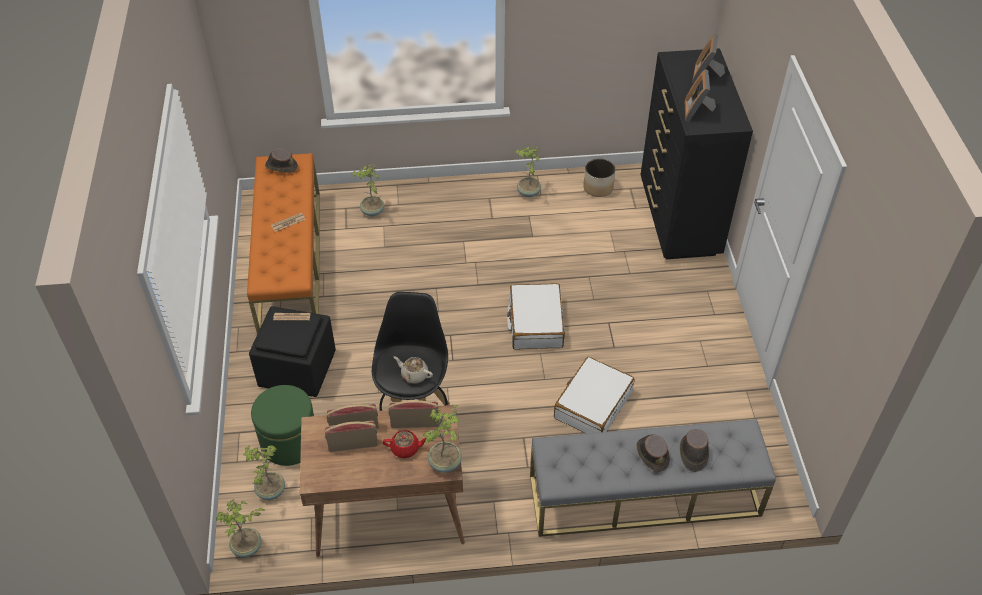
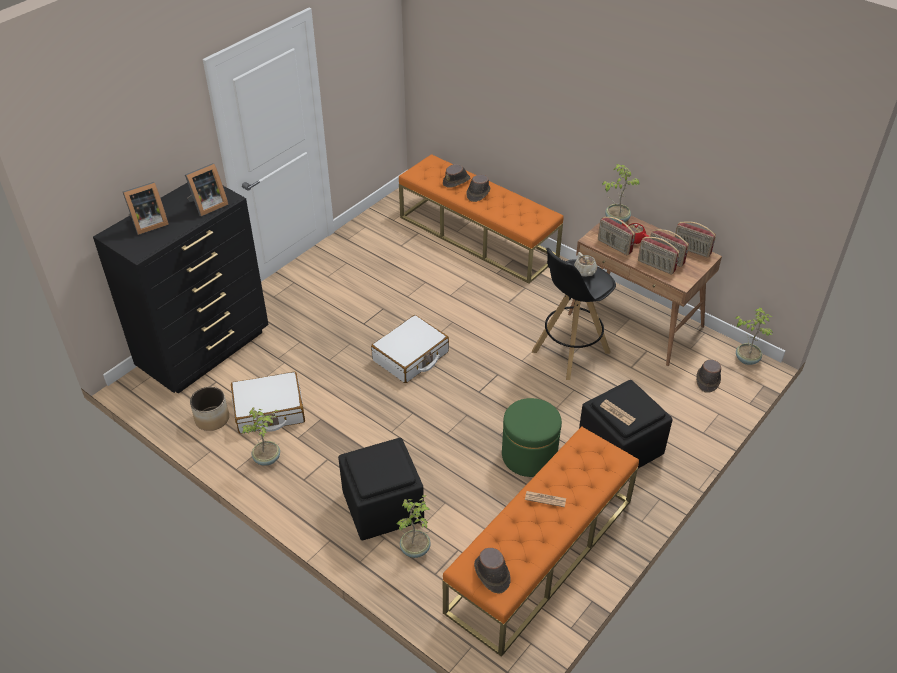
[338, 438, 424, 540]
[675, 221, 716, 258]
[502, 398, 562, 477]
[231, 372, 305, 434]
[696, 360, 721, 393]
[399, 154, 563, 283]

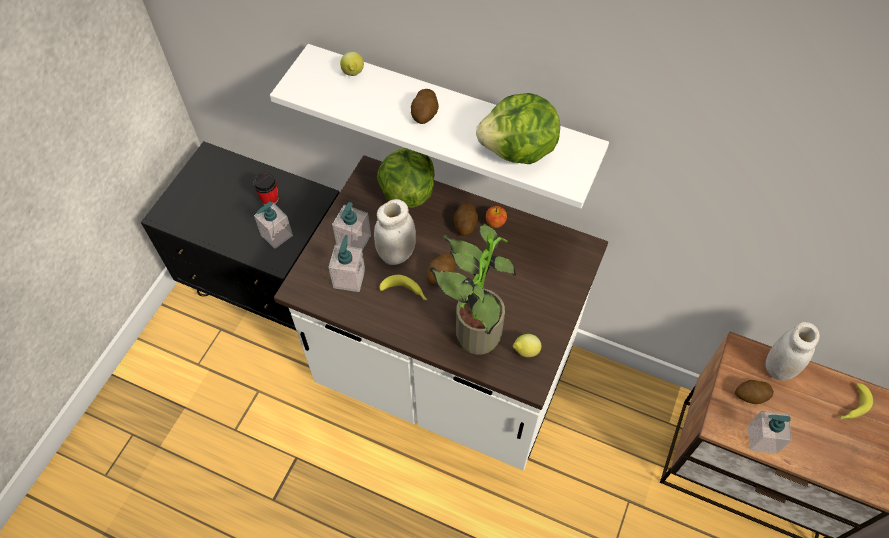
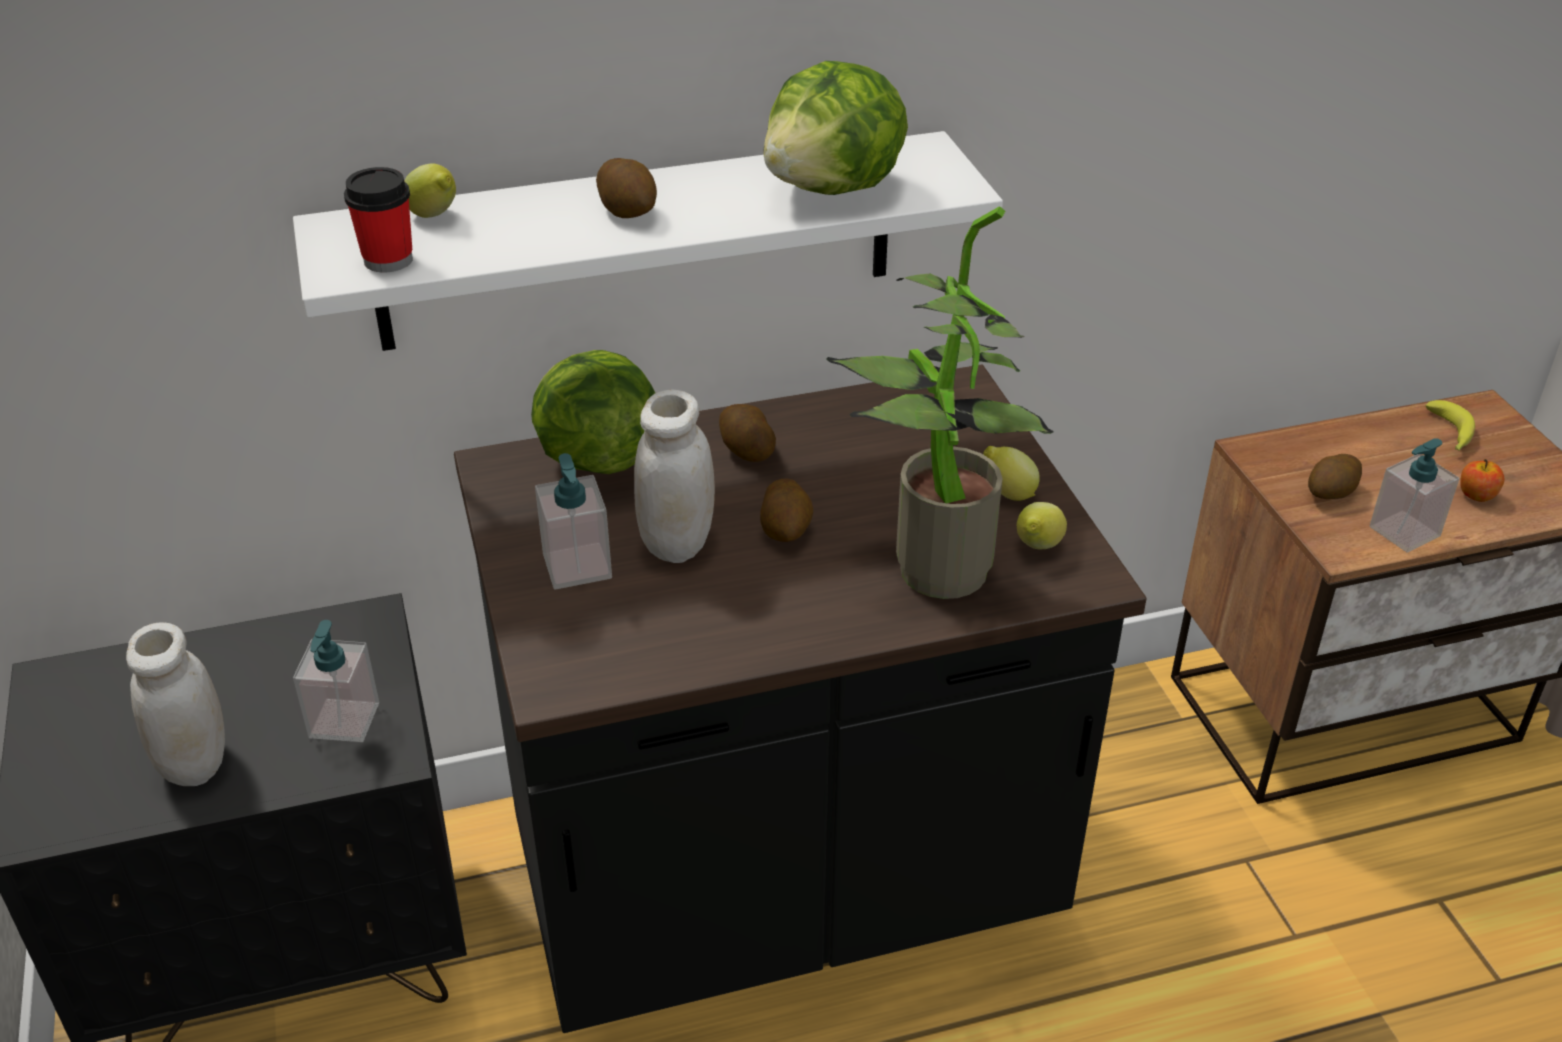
[328, 235, 365, 292] (first image)
[379, 275, 427, 300] (first image)
[983, 446, 1040, 501]
[344, 167, 413, 272]
[1460, 459, 1505, 502]
[126, 622, 225, 786]
[454, 365, 1146, 1033]

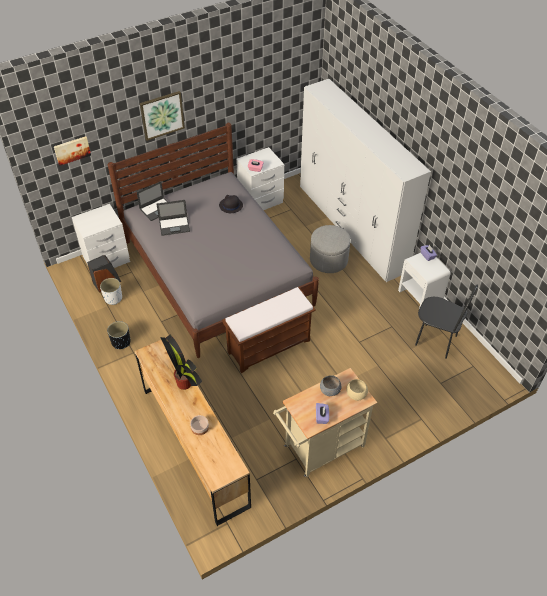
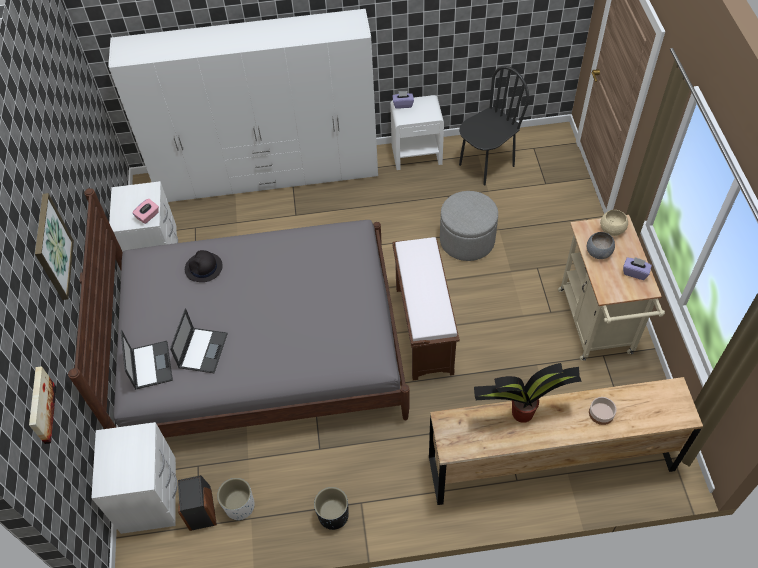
[440, 191, 498, 261]

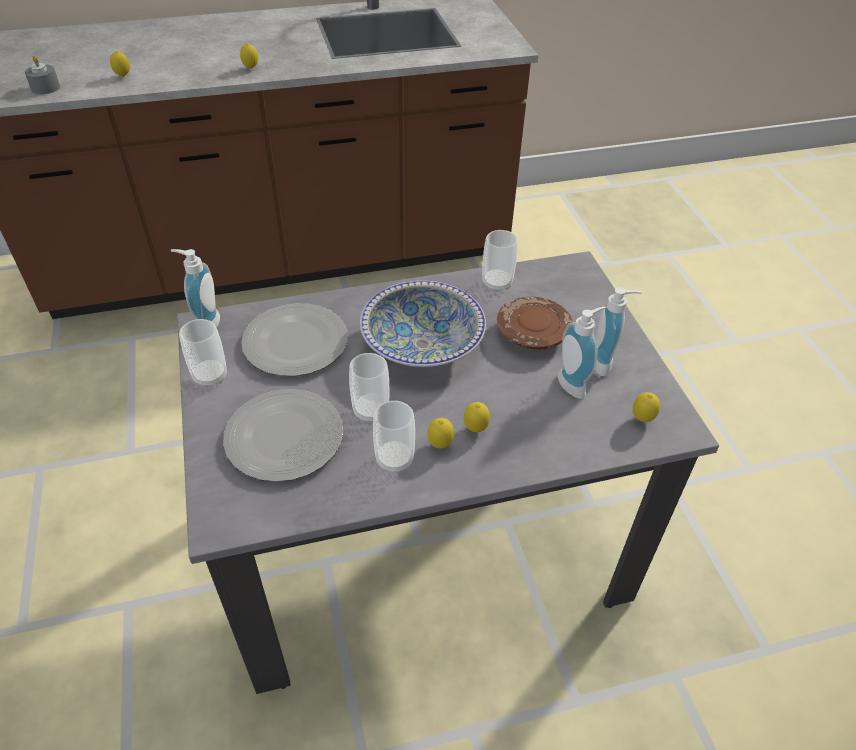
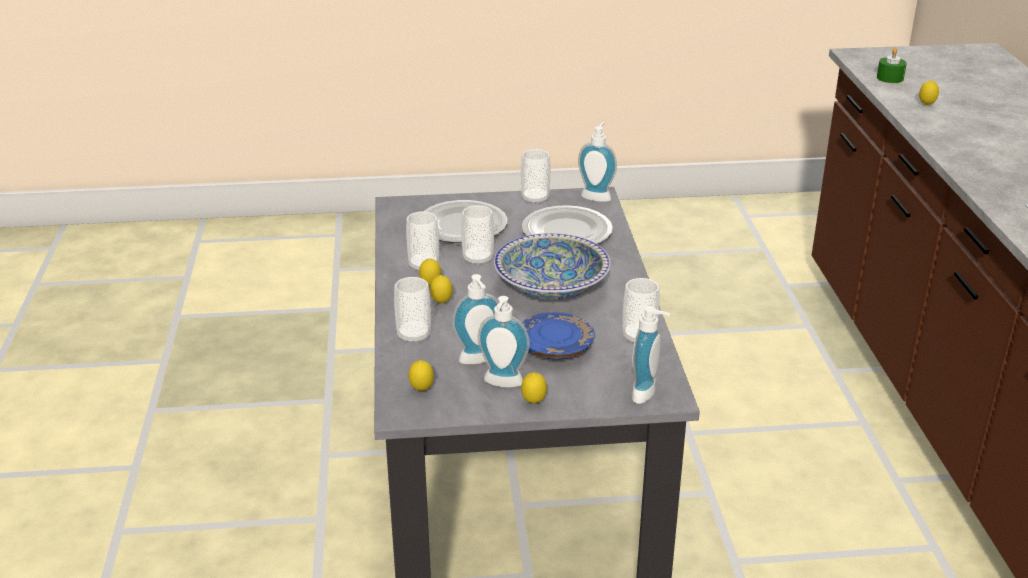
[394, 277, 431, 344]
[632, 306, 670, 404]
[521, 372, 547, 404]
[877, 48, 907, 83]
[522, 312, 595, 360]

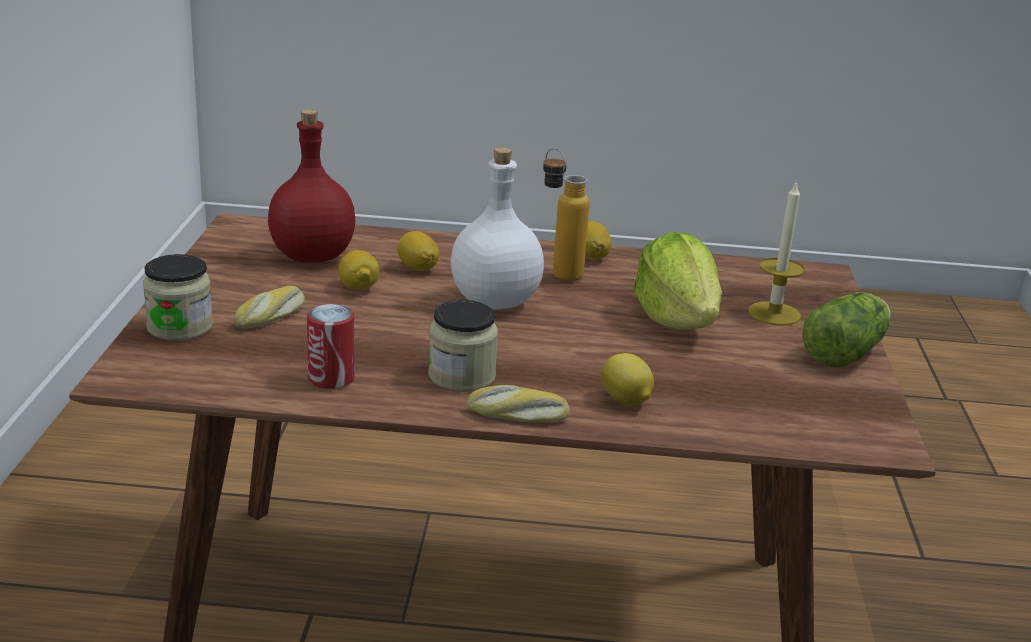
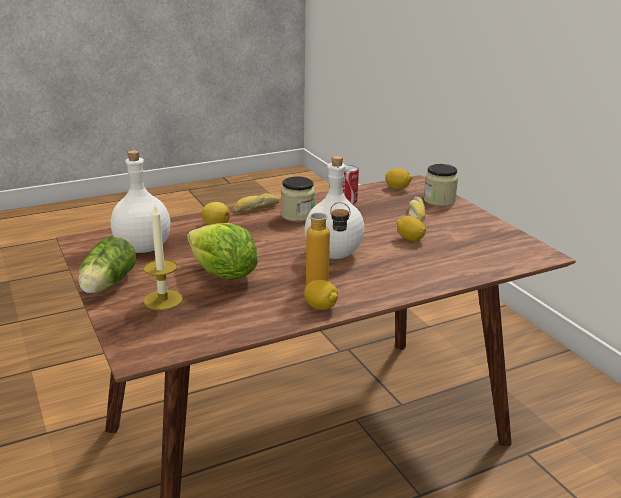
[268, 109, 355, 263] (first image)
[111, 150, 170, 253]
[385, 168, 413, 189]

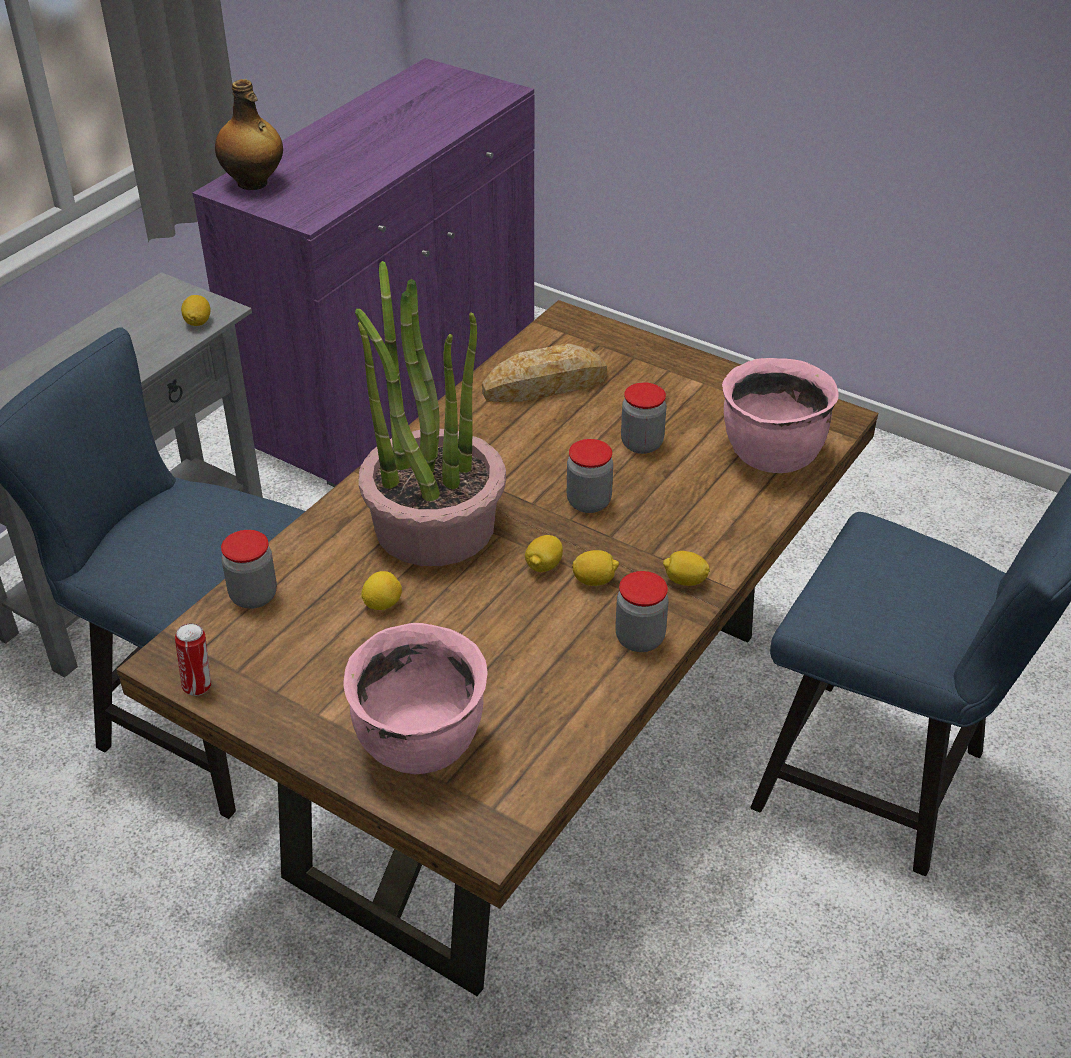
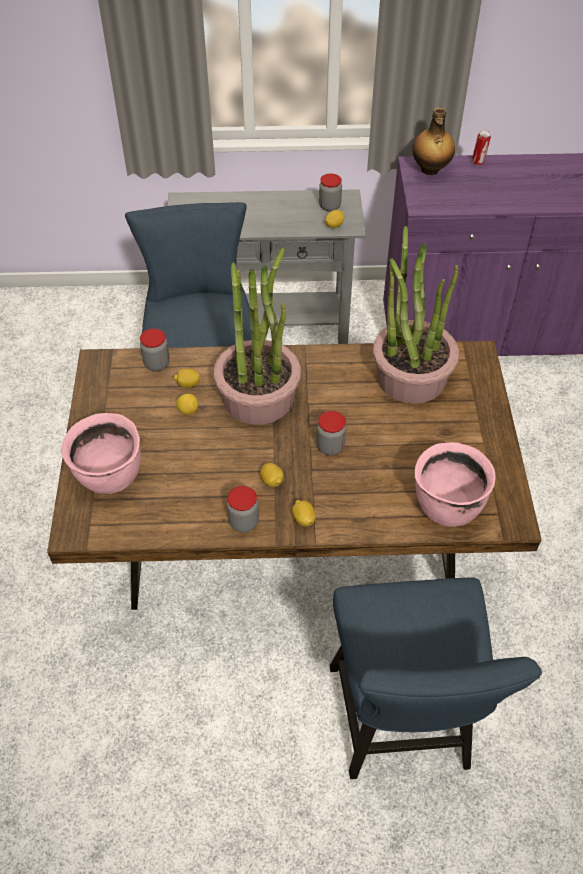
[472, 130, 491, 166]
[174, 368, 201, 388]
[319, 173, 342, 211]
[373, 226, 459, 404]

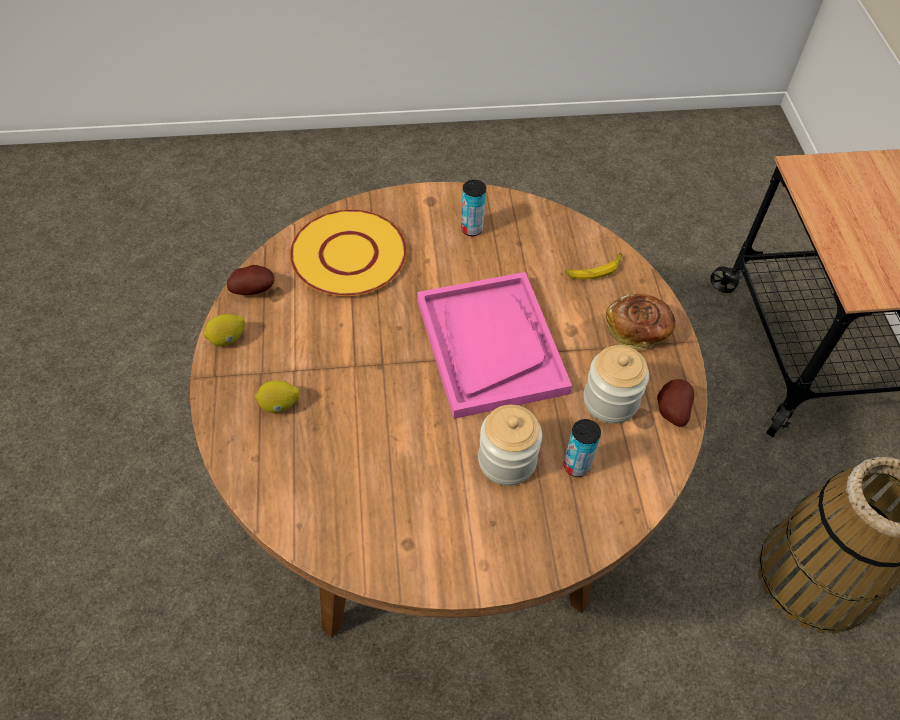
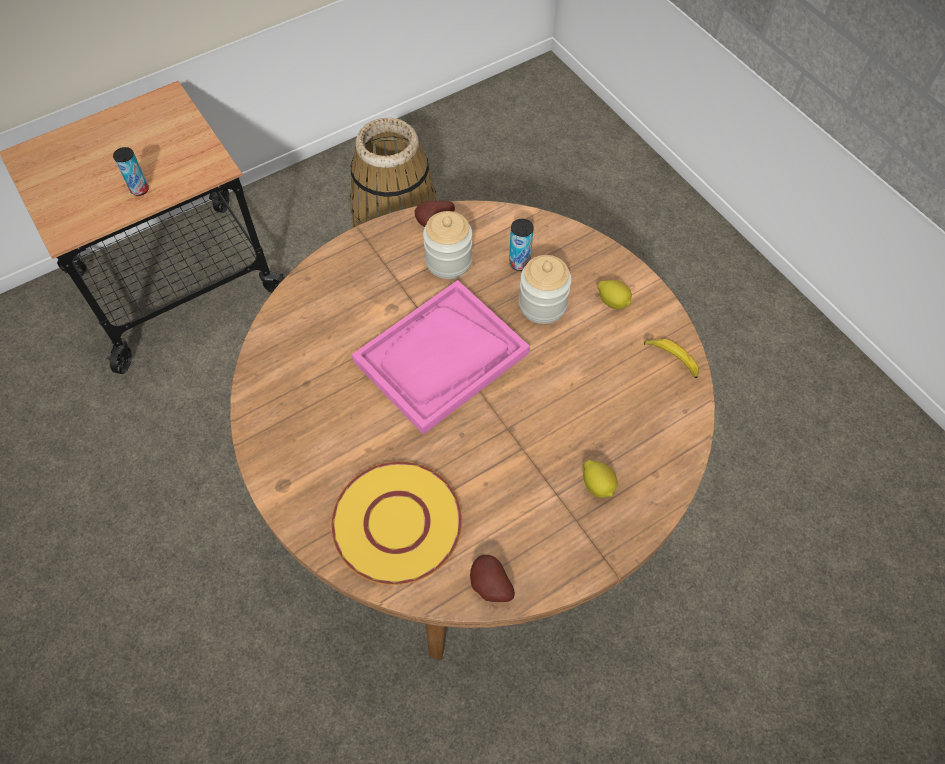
[606, 294, 676, 350] (first image)
[598, 280, 632, 309]
[113, 147, 149, 196]
[644, 339, 699, 378]

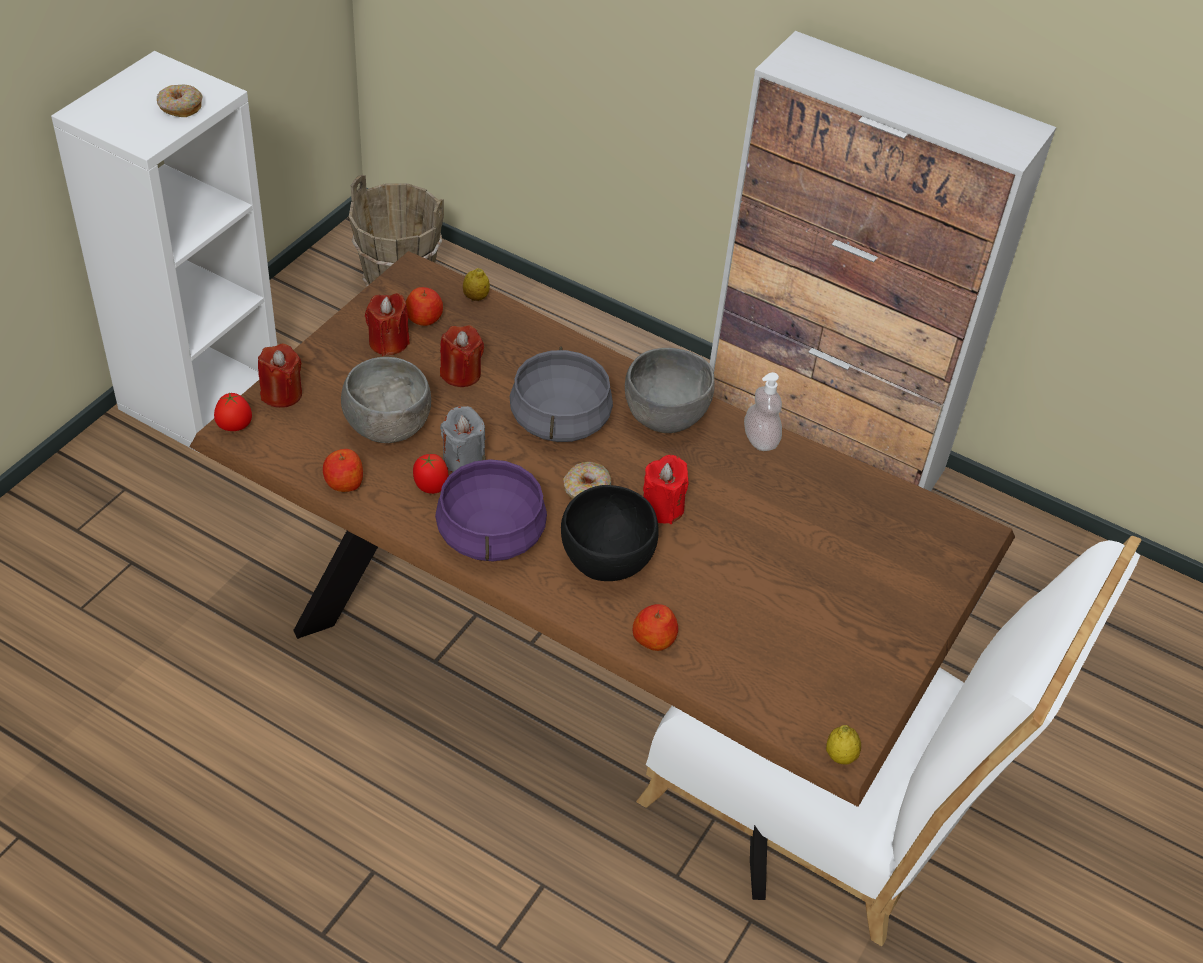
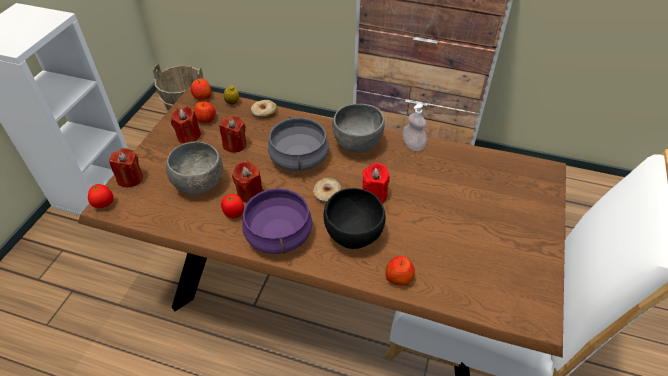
[826, 725, 861, 764] (first image)
[251, 100, 277, 119]
[191, 78, 211, 100]
[232, 161, 263, 203]

